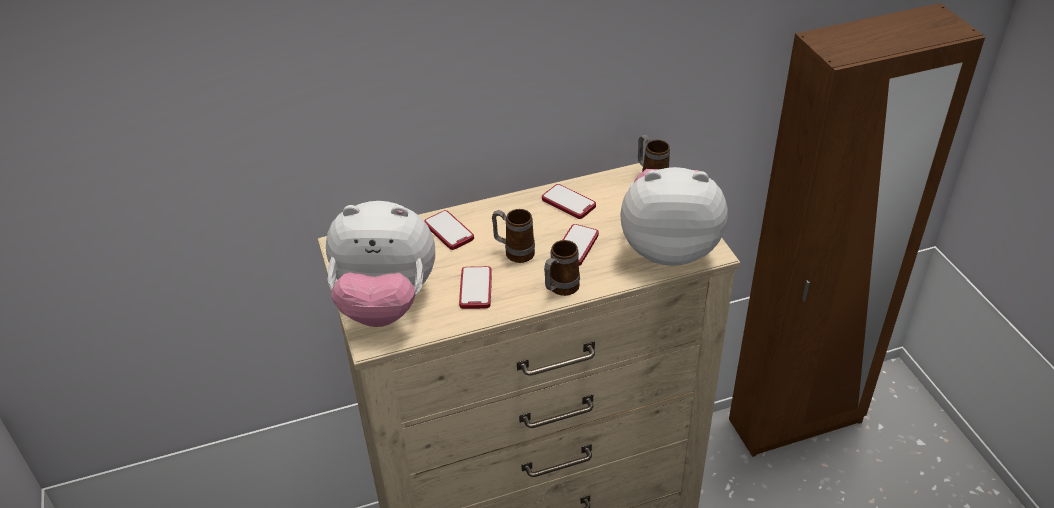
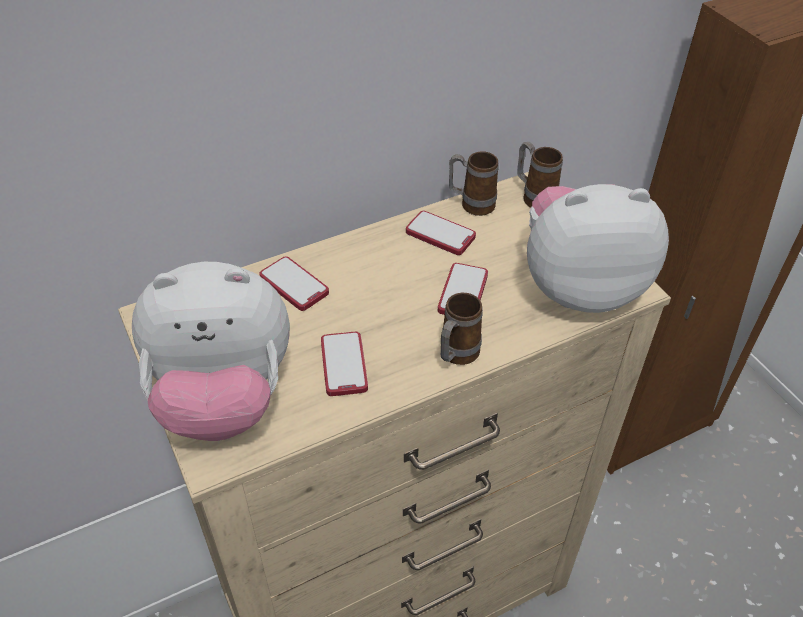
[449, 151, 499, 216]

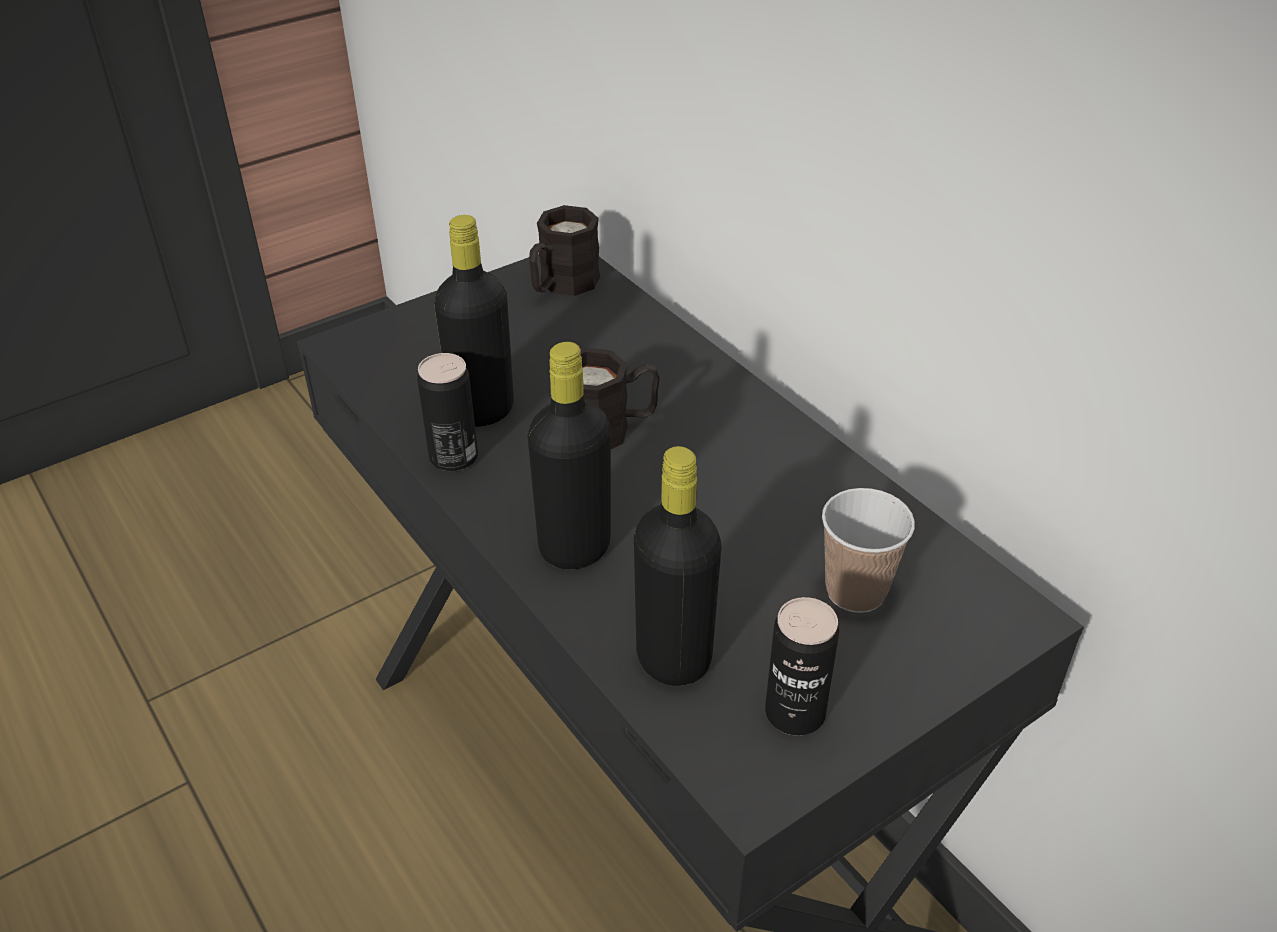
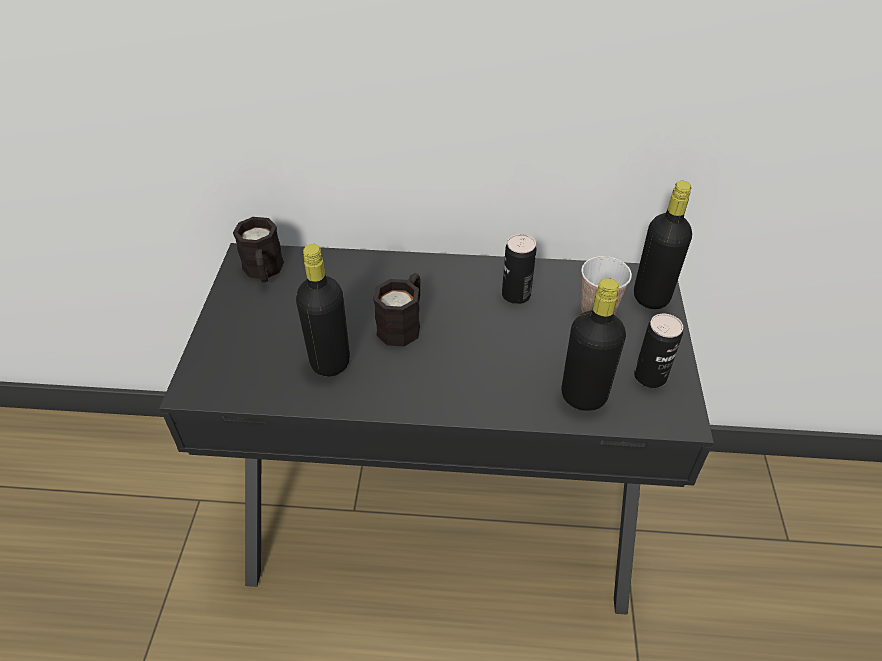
[502, 234, 537, 304]
[634, 181, 692, 309]

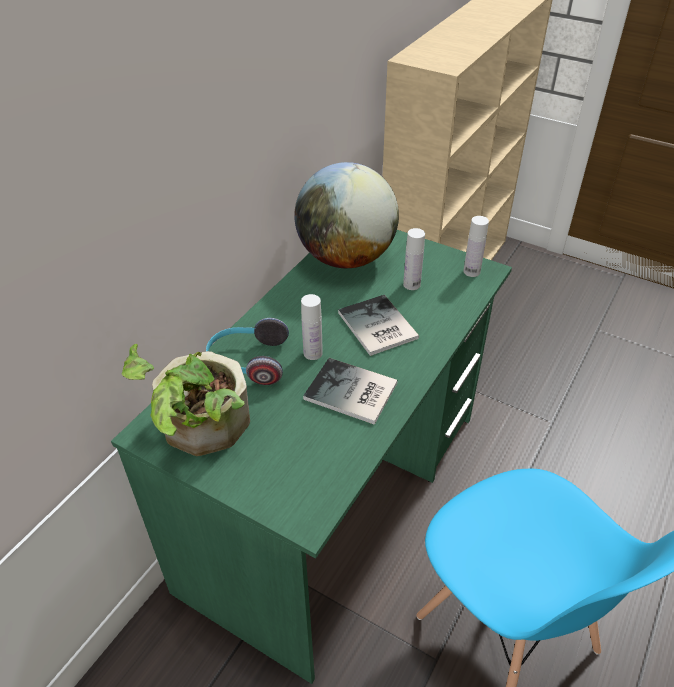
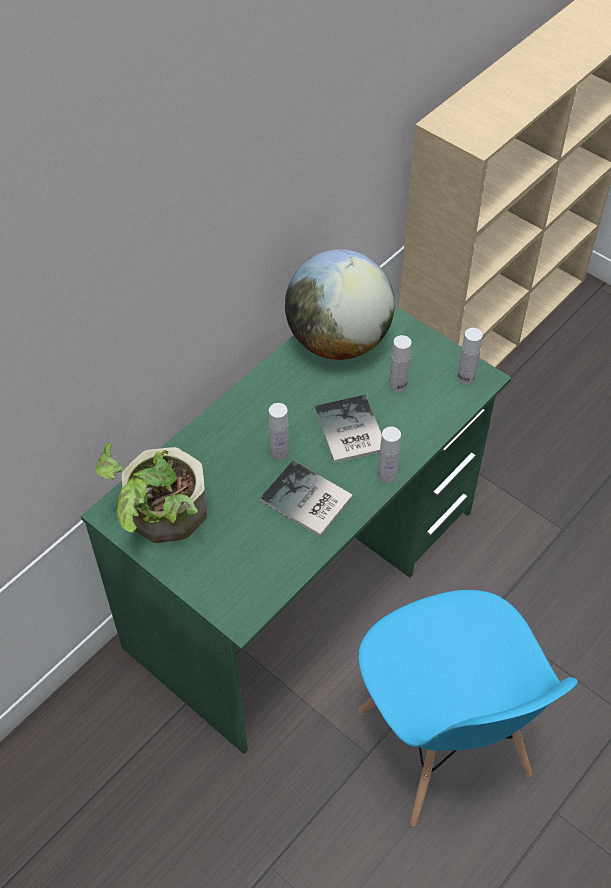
[206, 318, 289, 385] (first image)
[378, 427, 401, 483]

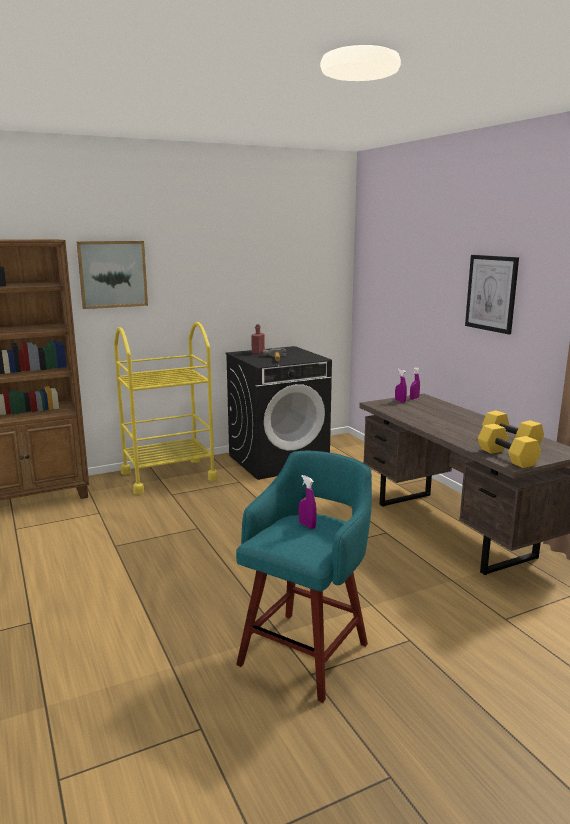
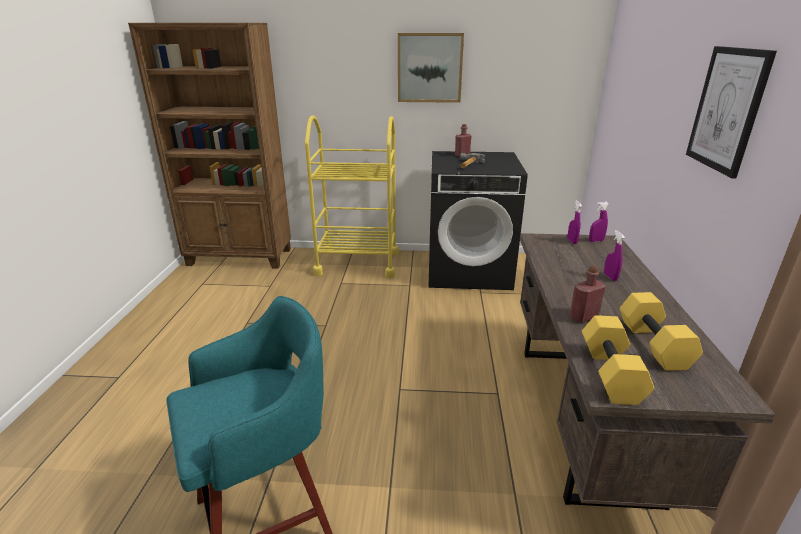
[570, 265, 605, 323]
[398, 33, 464, 103]
[604, 230, 625, 281]

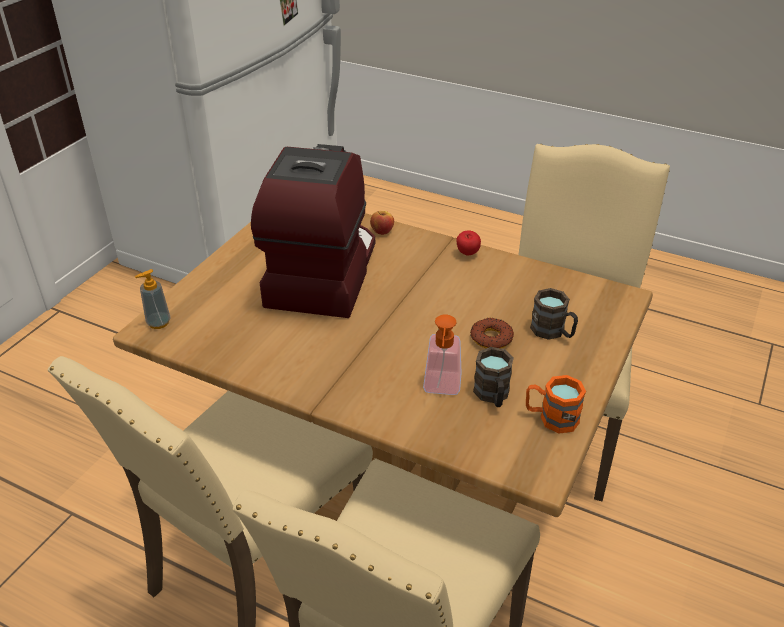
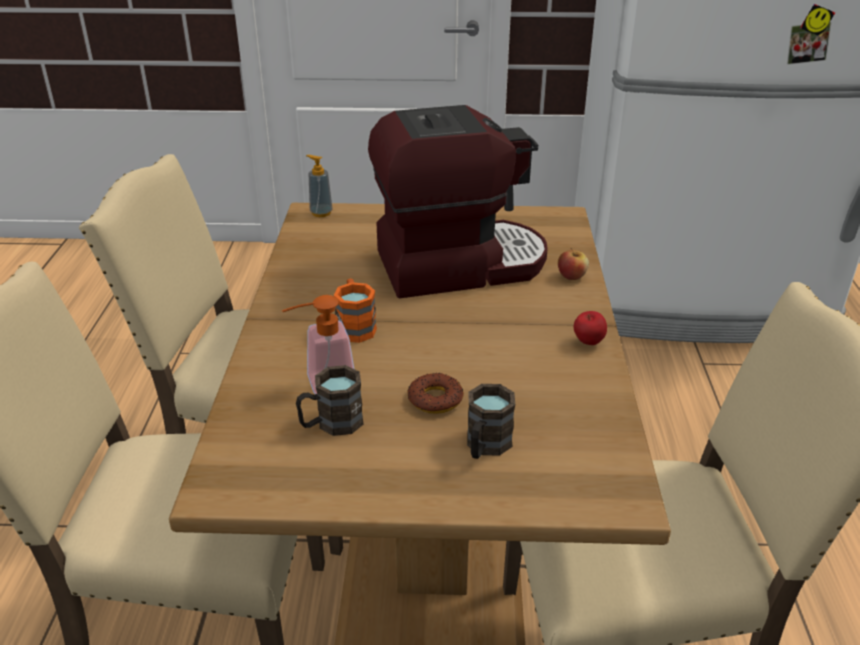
[334, 279, 377, 343]

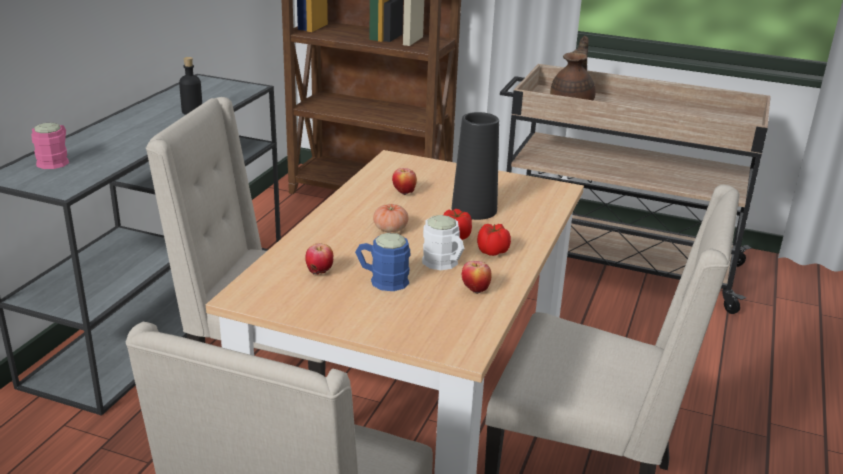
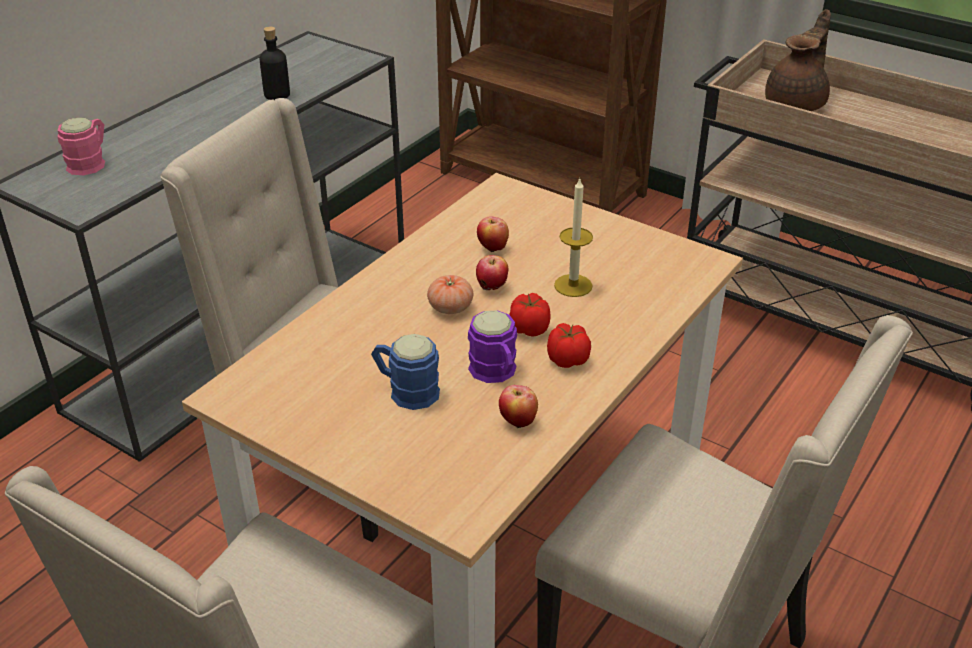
[476, 255, 508, 290]
[554, 177, 593, 297]
[468, 310, 517, 383]

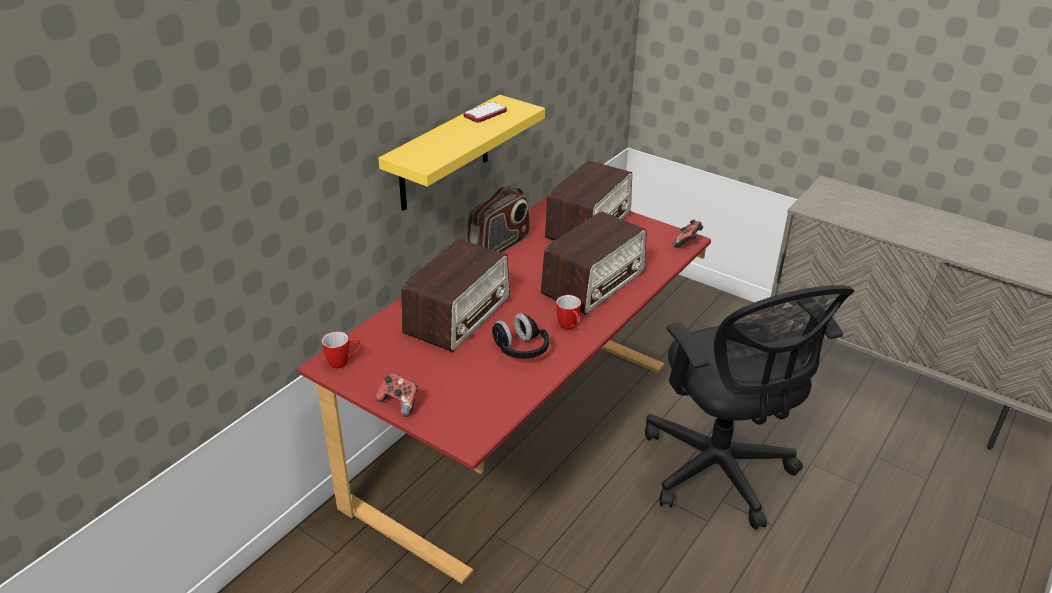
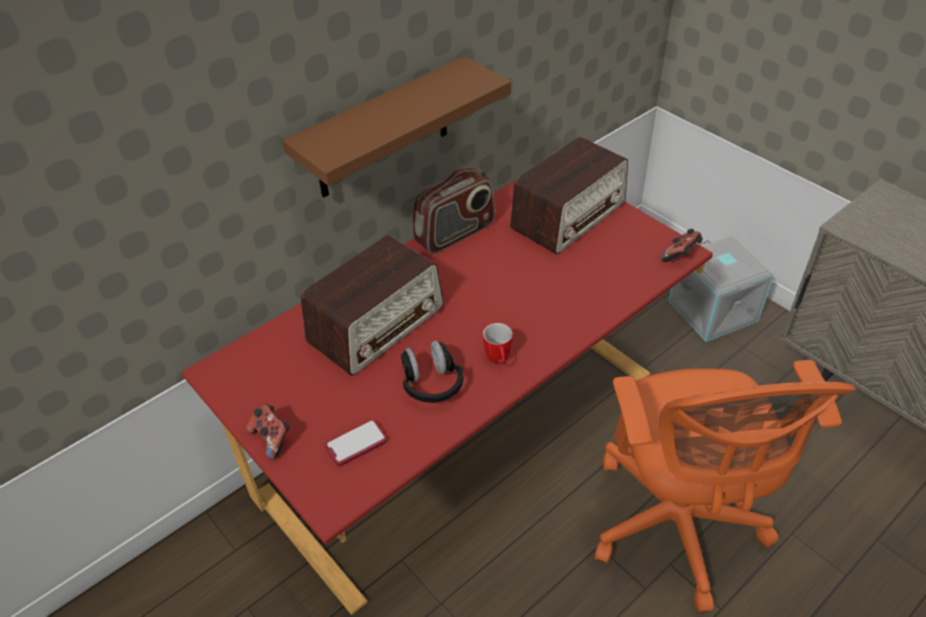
[322, 332, 361, 369] (first image)
[540, 211, 646, 315] (first image)
[668, 236, 774, 342]
[325, 420, 387, 466]
[282, 57, 511, 198]
[595, 360, 856, 612]

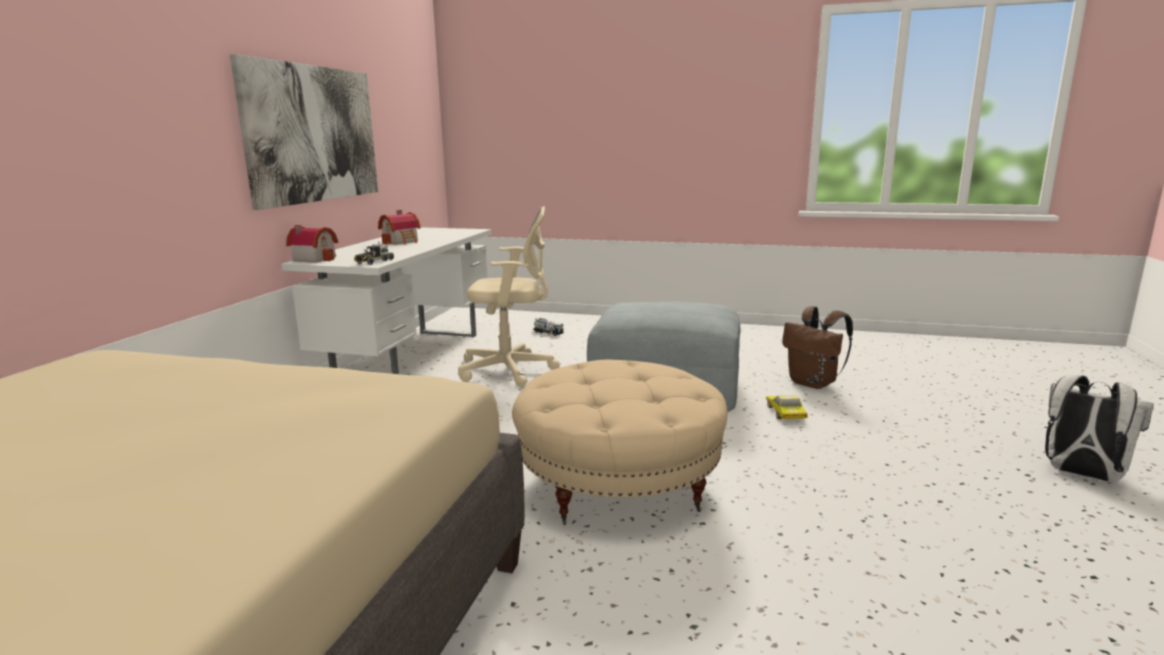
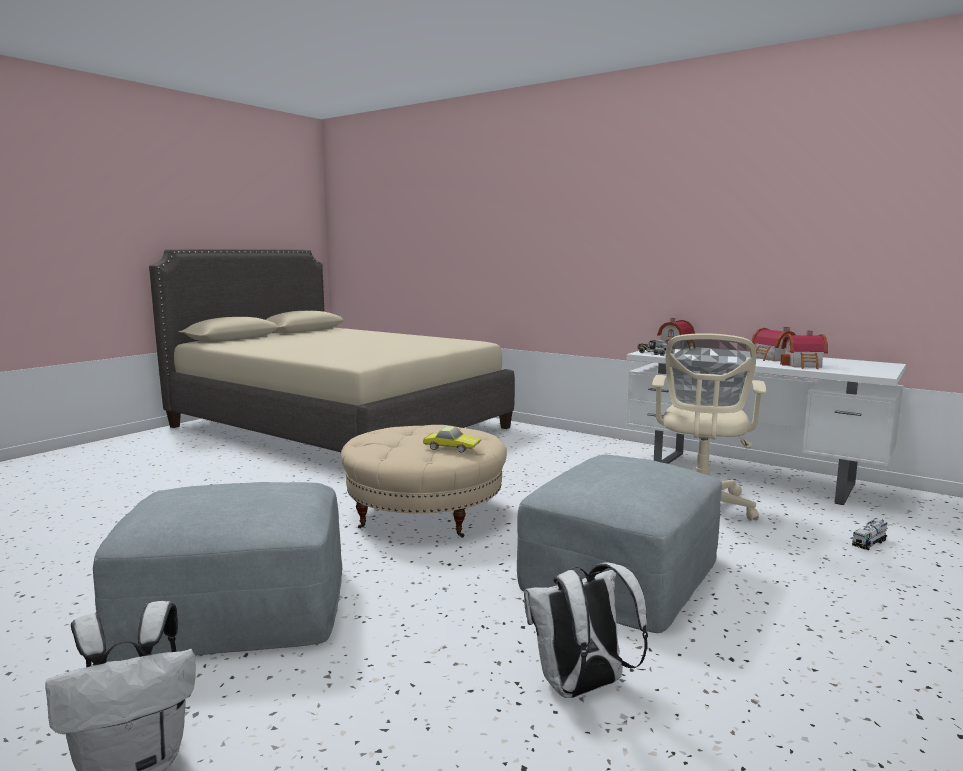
[230, 54, 378, 210] (first image)
[93, 482, 342, 661]
[780, 330, 828, 369]
[423, 426, 481, 453]
[524, 562, 648, 698]

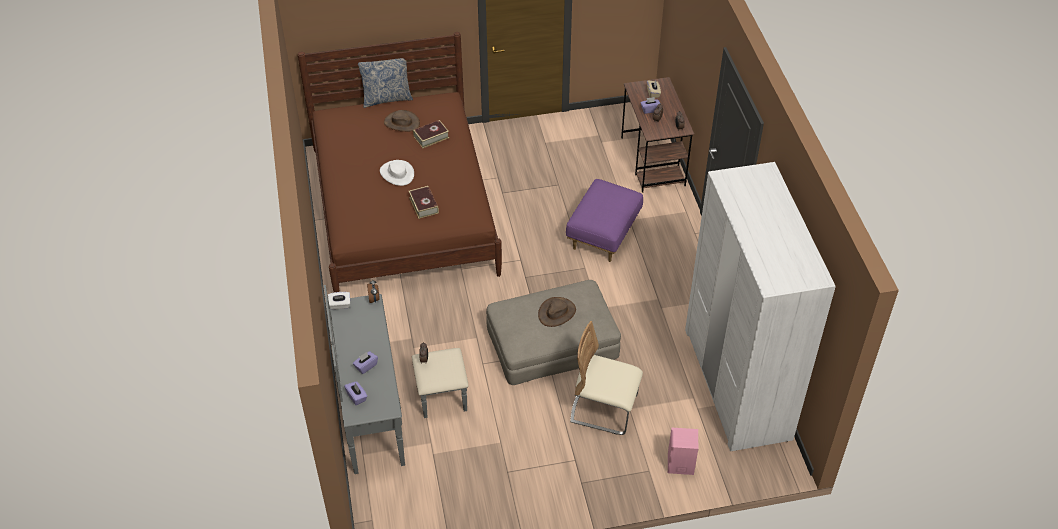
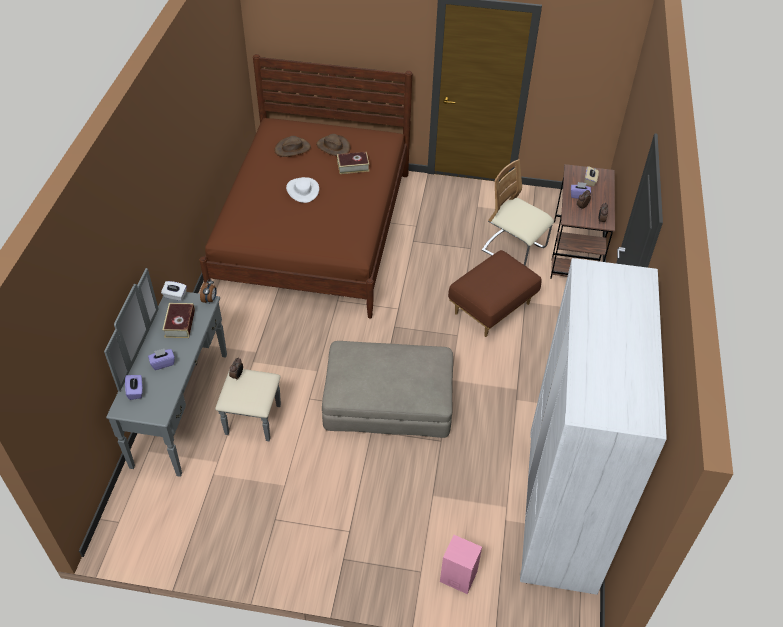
[358, 58, 413, 108] (first image)
[162, 303, 195, 338]
[275, 136, 311, 157]
[482, 159, 554, 266]
[448, 250, 542, 337]

